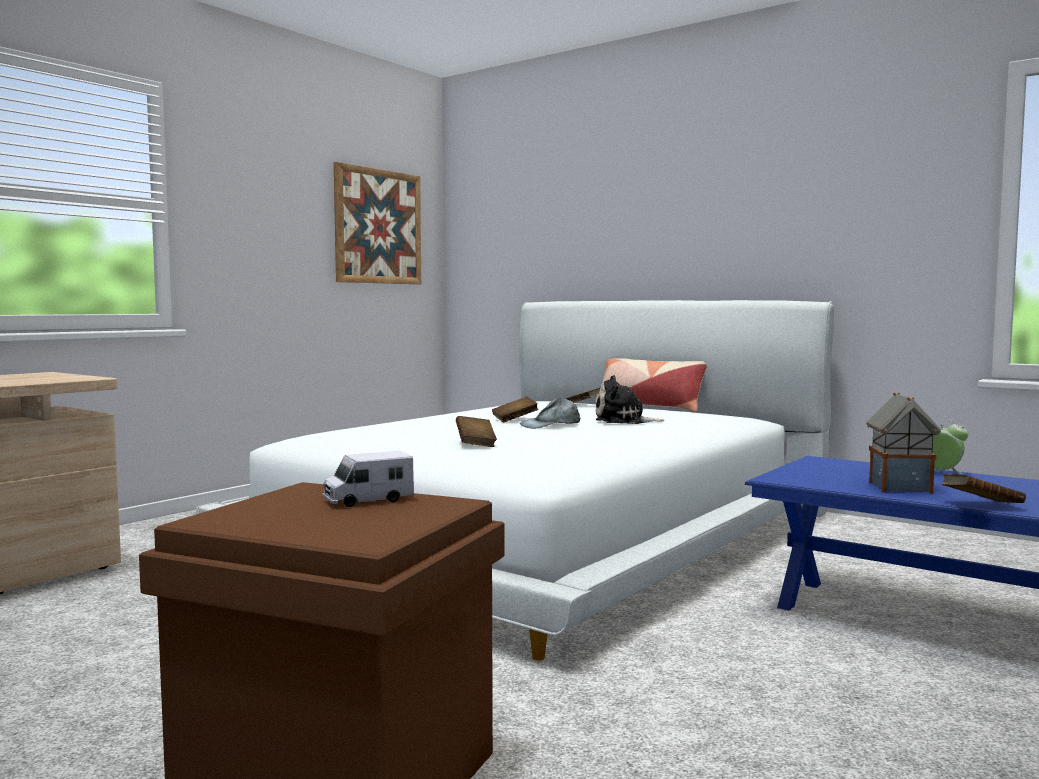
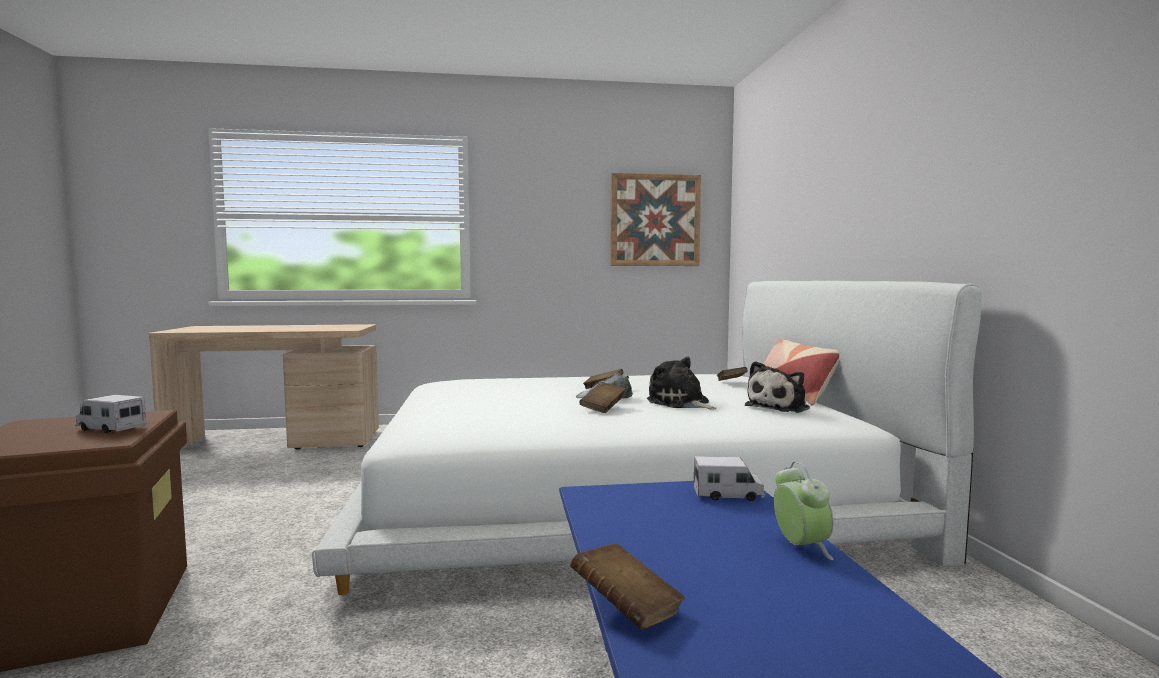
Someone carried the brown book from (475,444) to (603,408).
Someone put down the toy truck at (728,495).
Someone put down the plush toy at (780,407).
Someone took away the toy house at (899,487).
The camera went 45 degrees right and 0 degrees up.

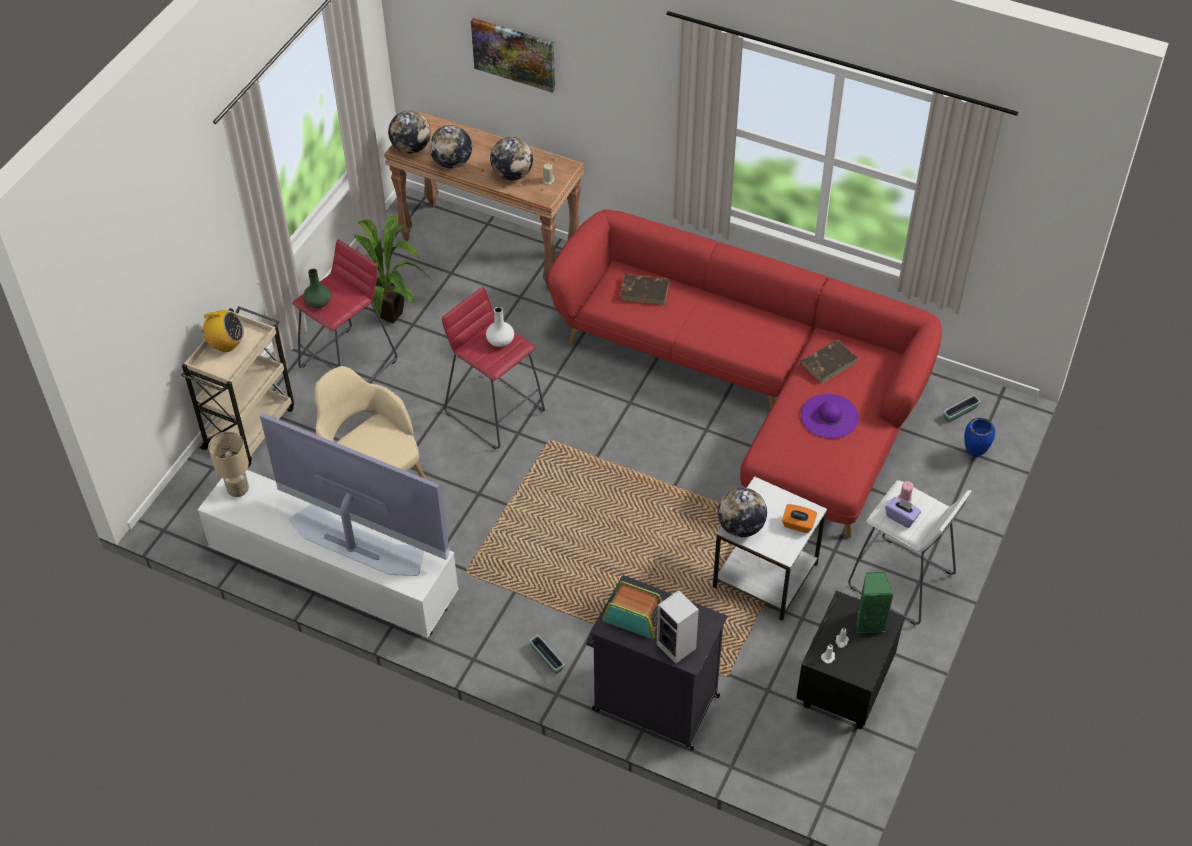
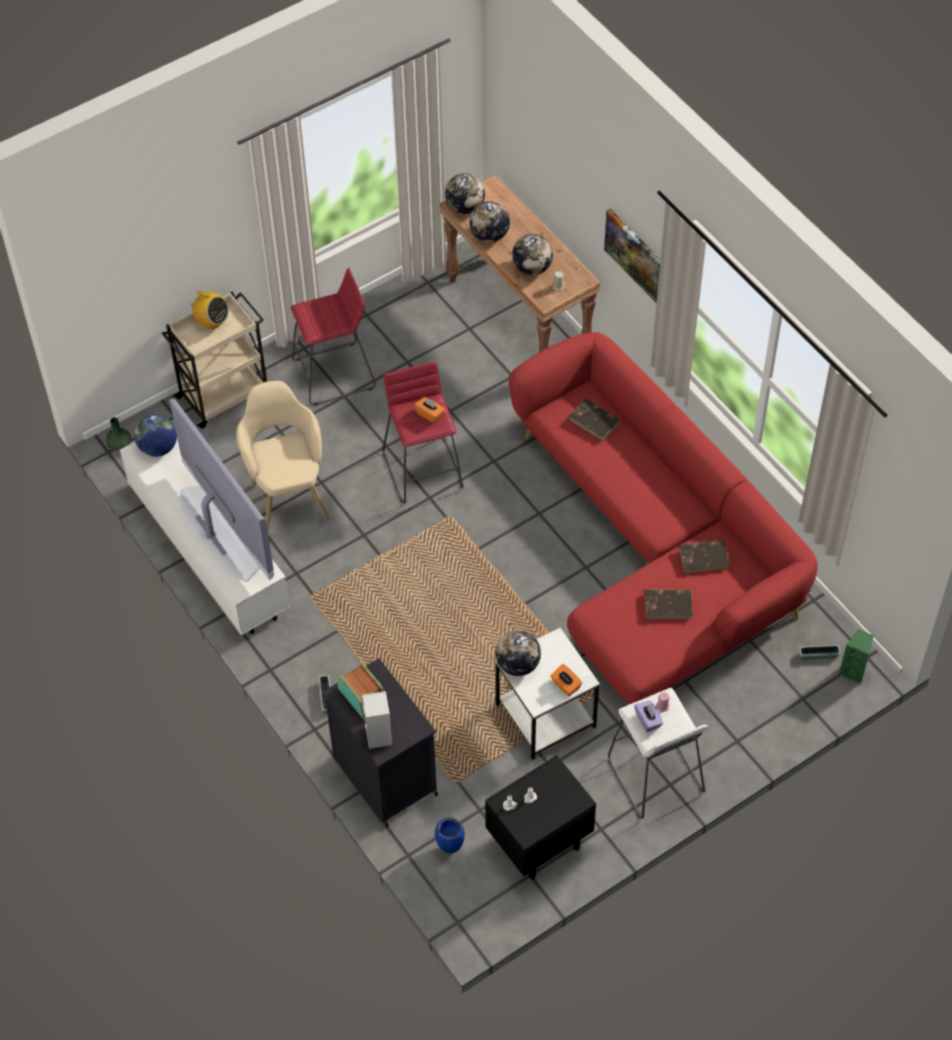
Someone carried the green vase from (318,303) to (119,444).
Someone swapped the beige table lamp at (238,490) for the globe at (158,448).
Someone swapped the white vase at (500,341) for the orange tissue box at (430,414).
Someone carried the blue vase from (974,455) to (449,849).
Someone carried the picture from (514,54) to (635,254).
Someone swapped the purple hat at (829,416) for the brown book at (668,605).
Someone carried the green speaker from (869,622) to (854,671).
Someone took away the potted plant at (394,312).
The camera went 30 degrees right and 5 degrees up.

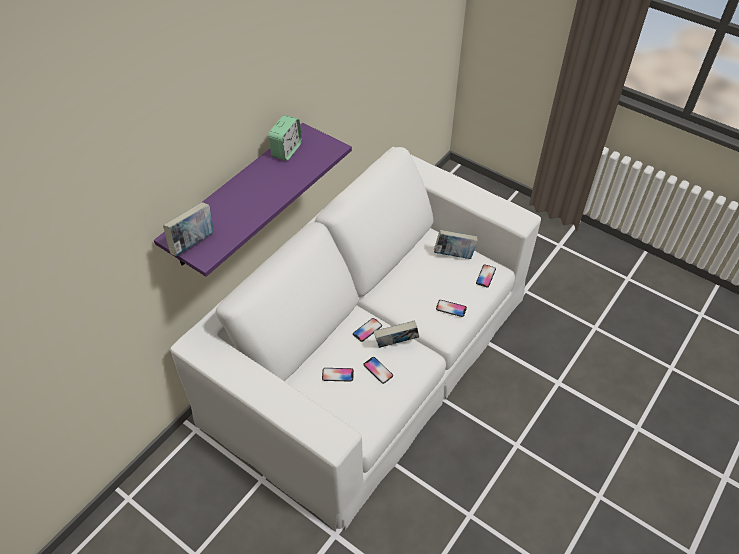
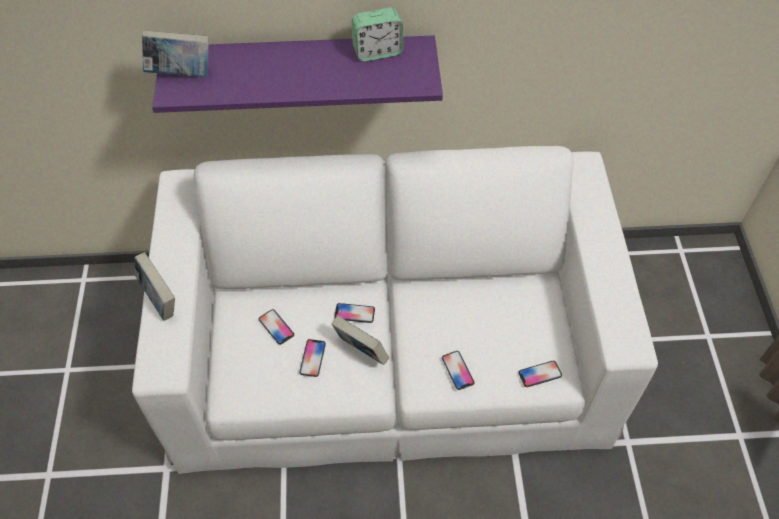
Someone carried the book from (454,255) to (159,300).
The camera went 50 degrees right and 5 degrees up.

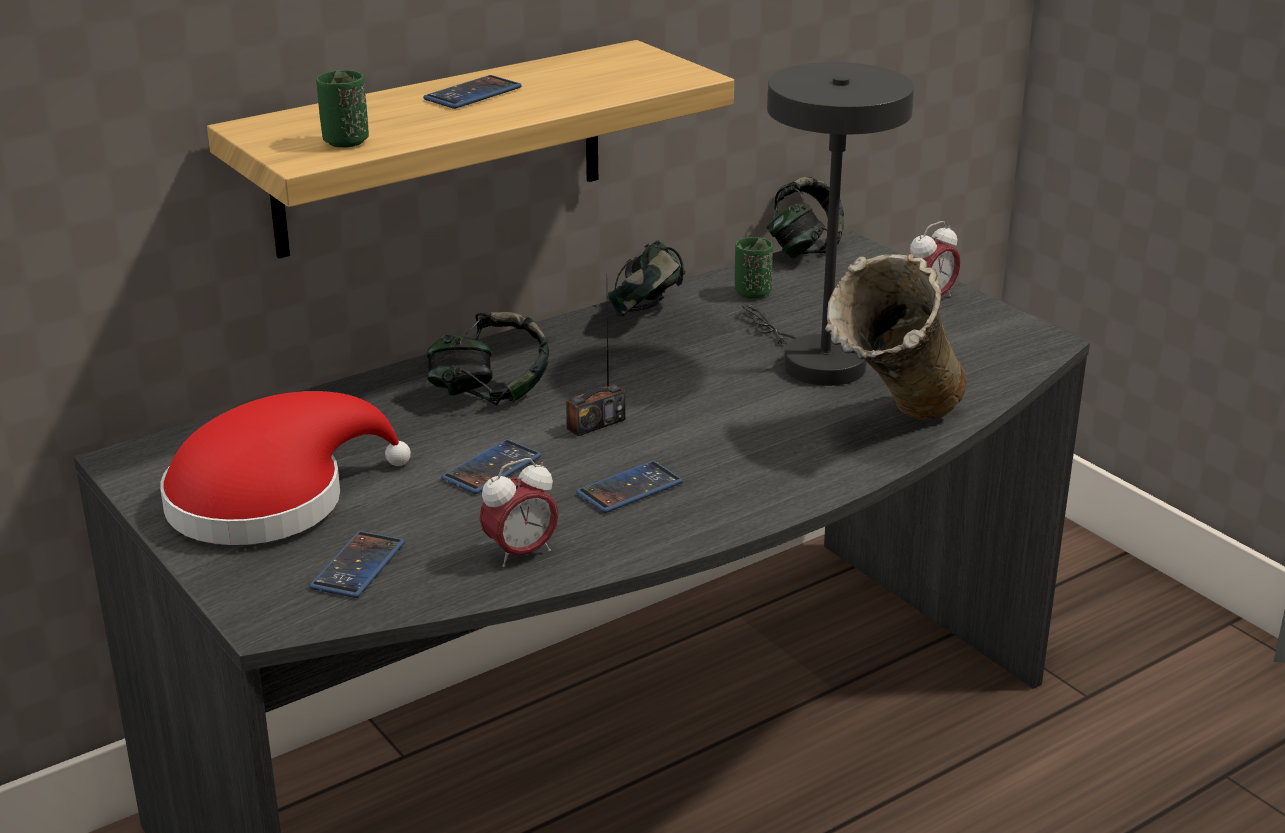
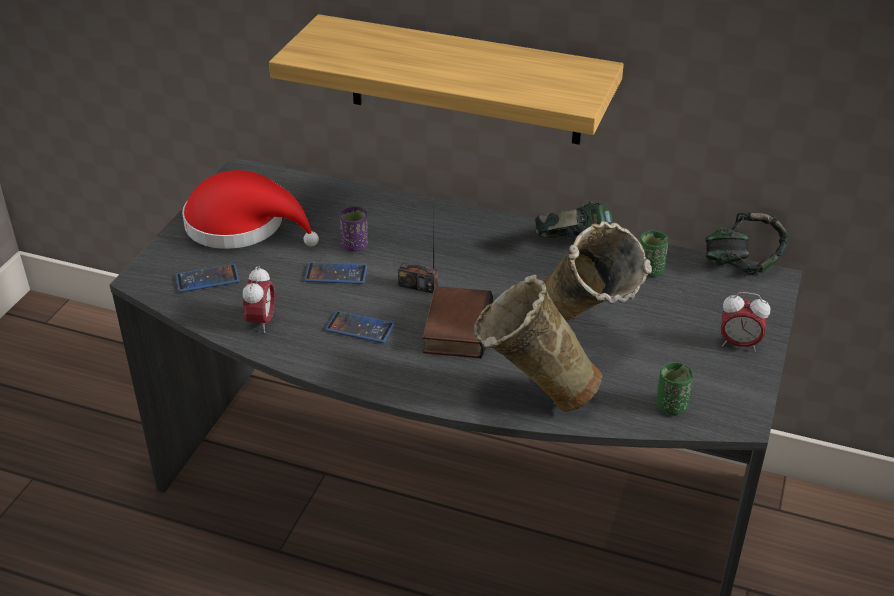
Someone rotated the alarm clock at (520,554) by 105 degrees counterclockwise.
Someone put down the purple cup at (355,245).
Someone put down the book at (455,328).
Someone swapped the grey table lamp at (813,361) for the beige vase at (586,331).
Someone carried the green cup from (345,142) to (671,406).
Someone took away the phone at (472,94).
Someone took away the headphones at (490,394).
The camera went 55 degrees right and 10 degrees up.

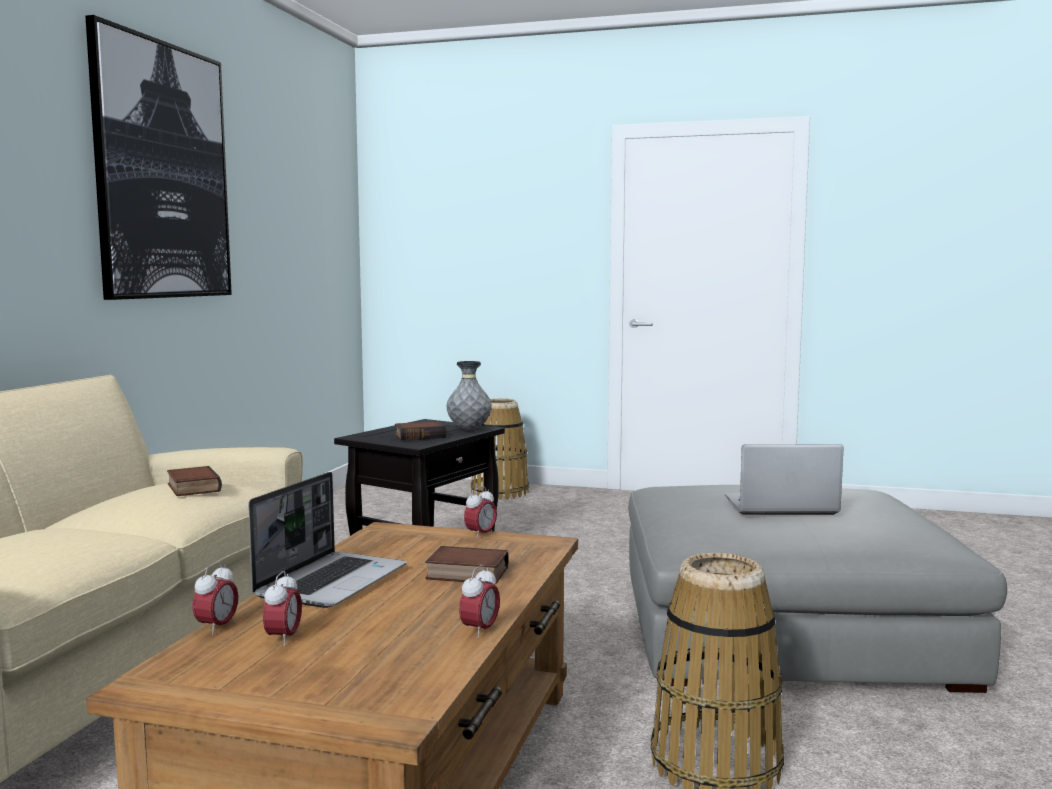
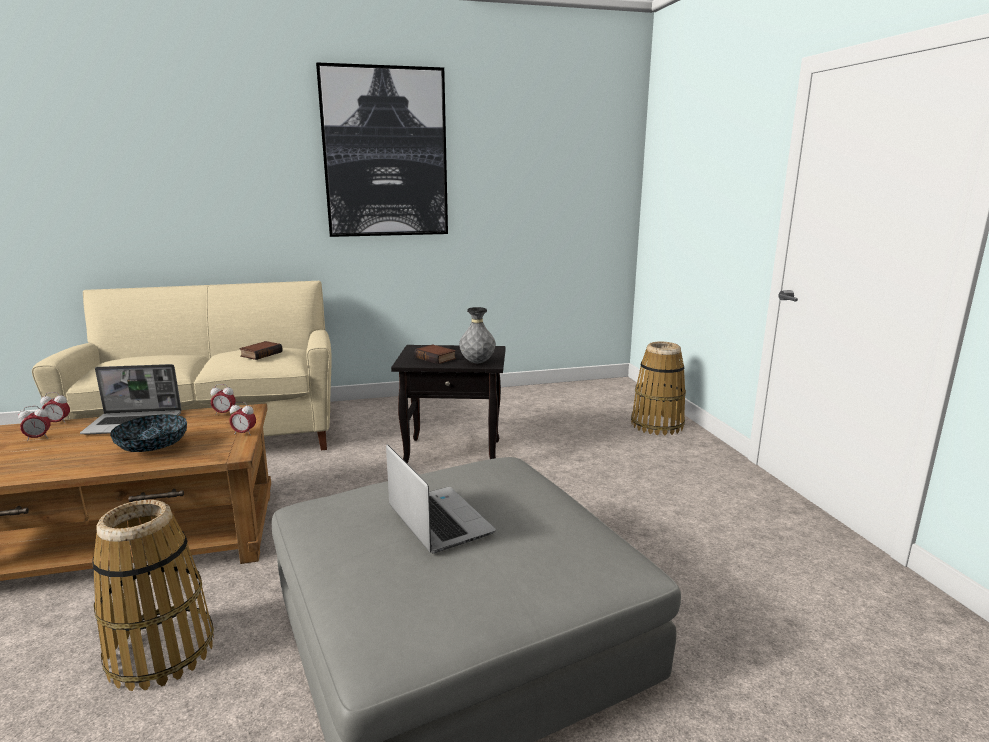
Someone swapped the book at (465,574) for the bowl at (153,448).
Someone carried the alarm clock from (480,631) to (224,413).
The camera went 60 degrees right and 10 degrees up.

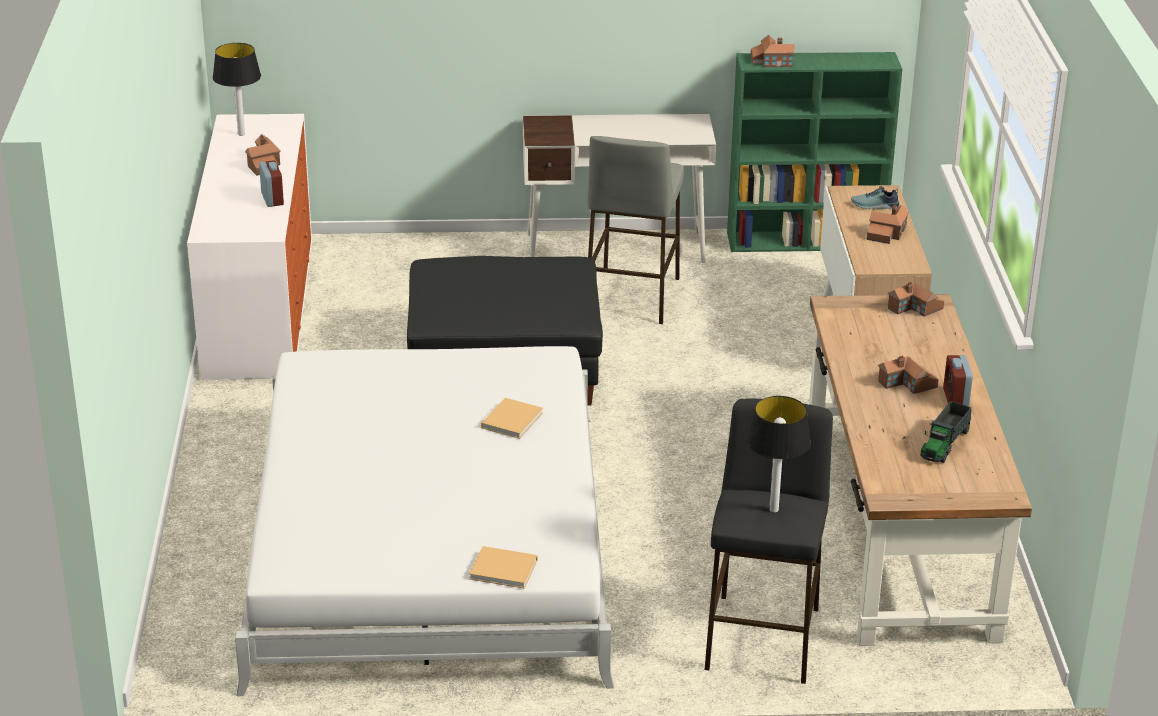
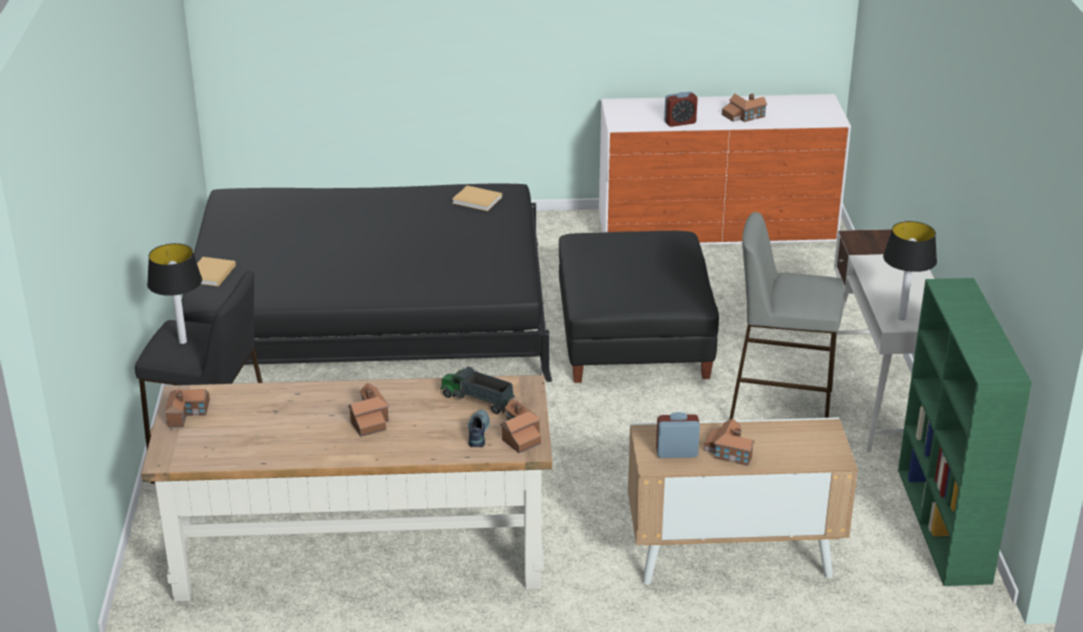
Someone carried the toy house from (771,61) to (188,413).
Someone repainted the white bed at (429,544), which became the black bed at (369,312).
Someone carried the toy truck from (944,444) to (477,400).
Someone carried the beige book from (513,419) to (478,200).
Someone carried the shoe from (874,206) to (477,432).
Someone carried the alarm clock from (955,399) to (676,452).
Someone carried the table lamp from (241,134) to (901,318).
The camera went 90 degrees right and 0 degrees up.

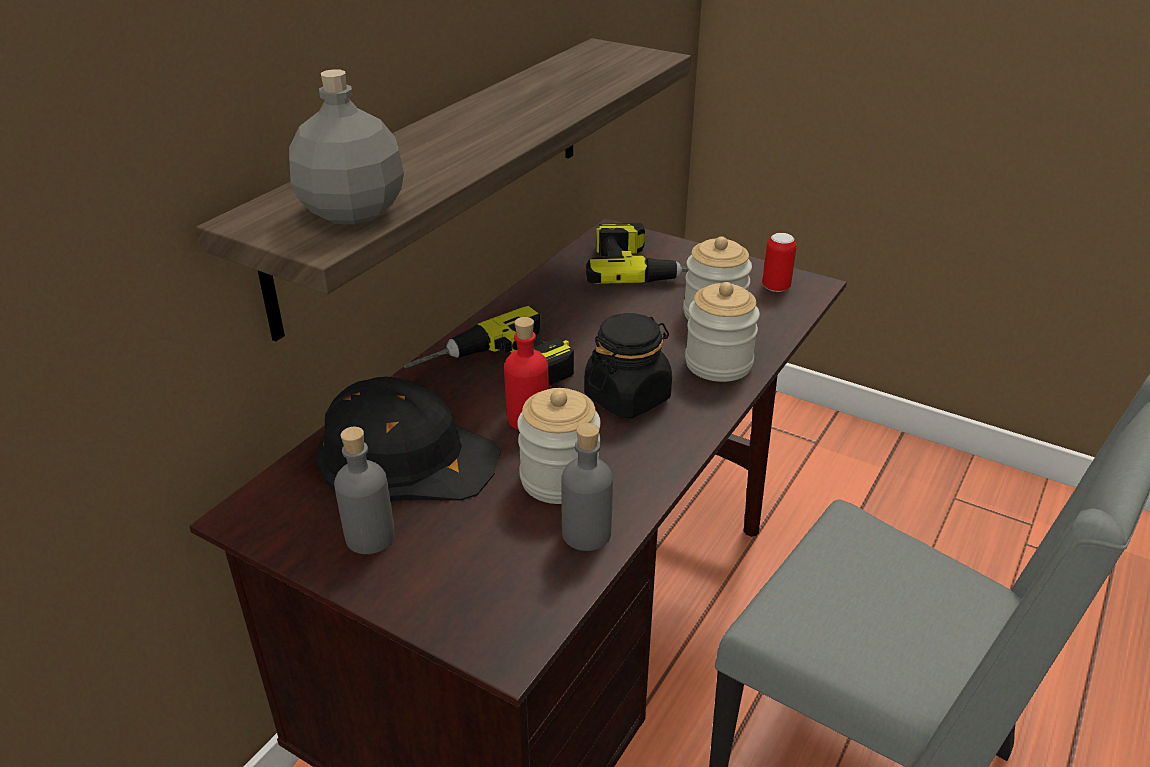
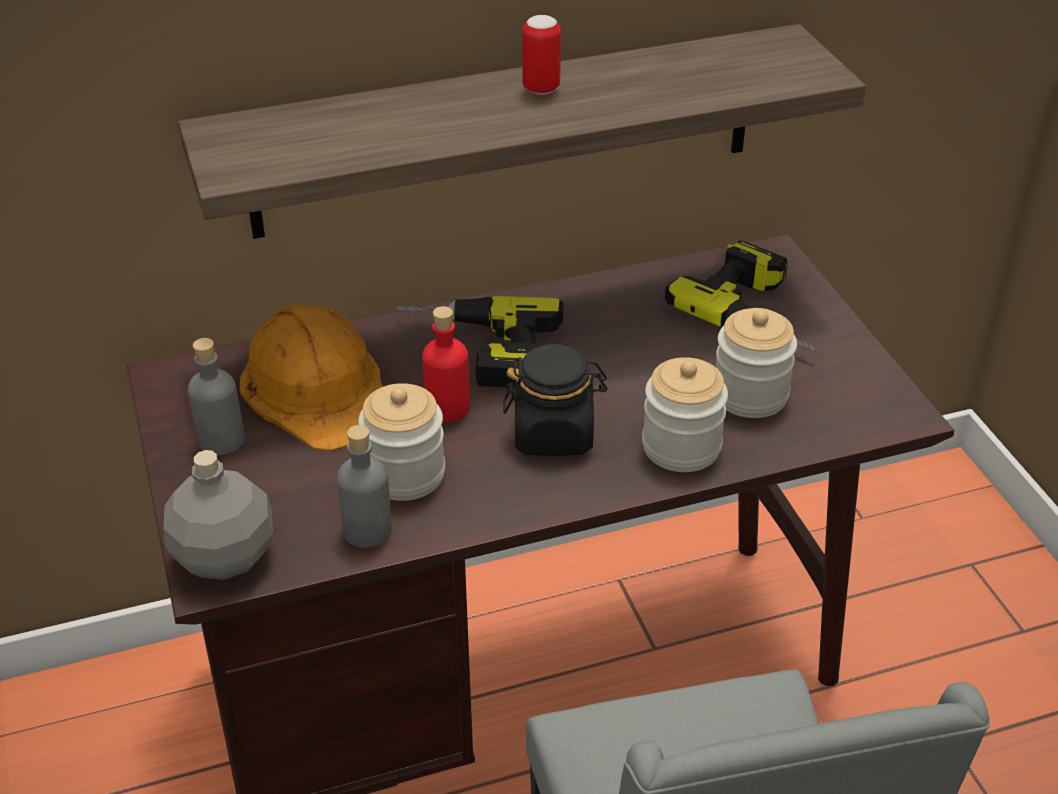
Someone carried the grey bottle from (353,210) to (226,556).
Someone repainted the black hard hat at (405,456), which became the orange hard hat at (319,389).
Someone carried the can from (776,287) to (541,88).
The camera went 40 degrees right and 5 degrees up.

